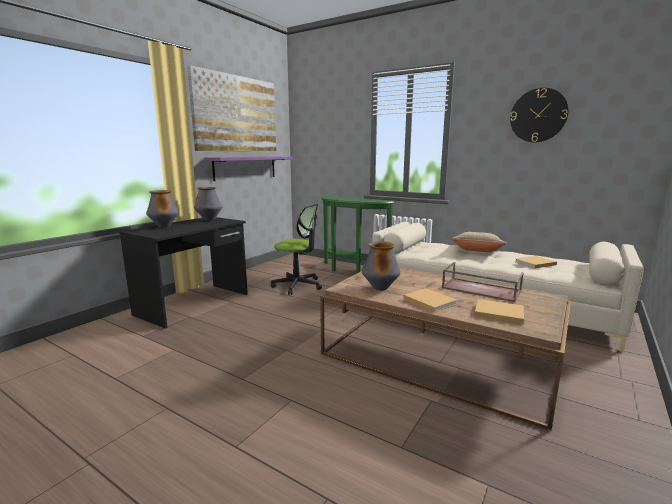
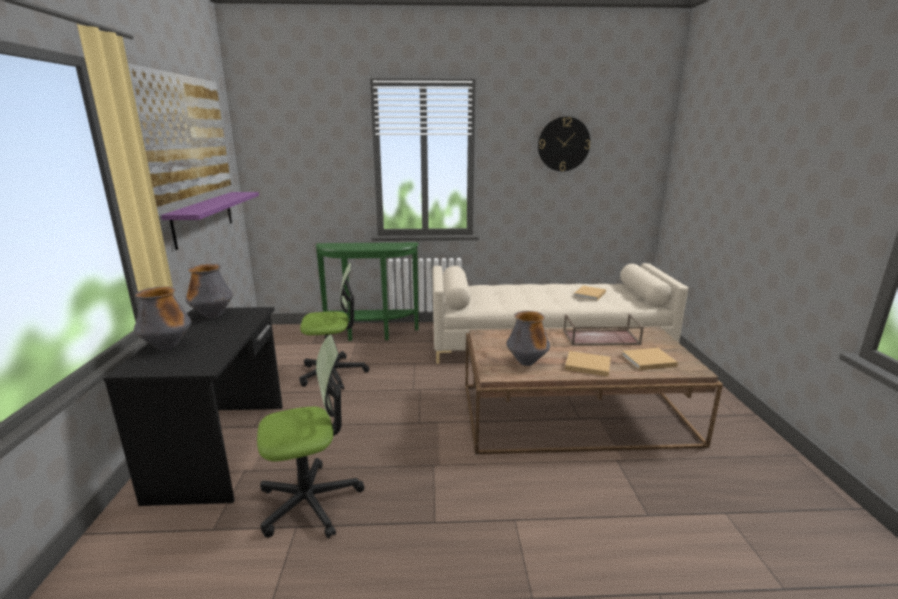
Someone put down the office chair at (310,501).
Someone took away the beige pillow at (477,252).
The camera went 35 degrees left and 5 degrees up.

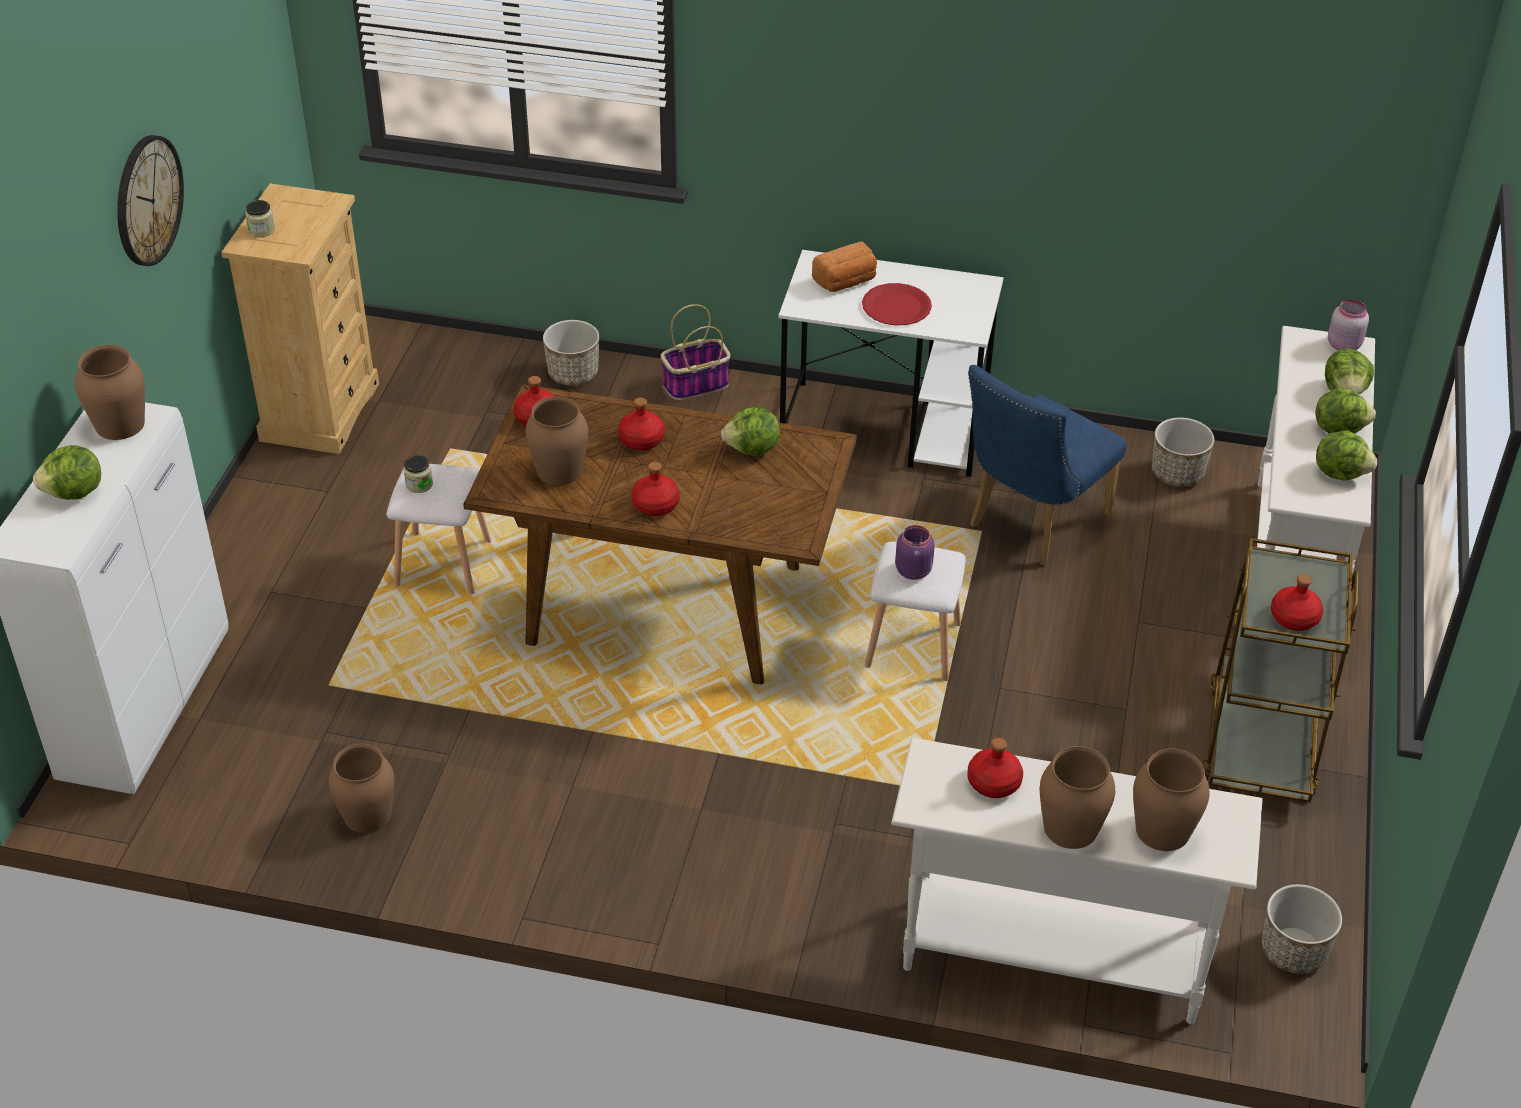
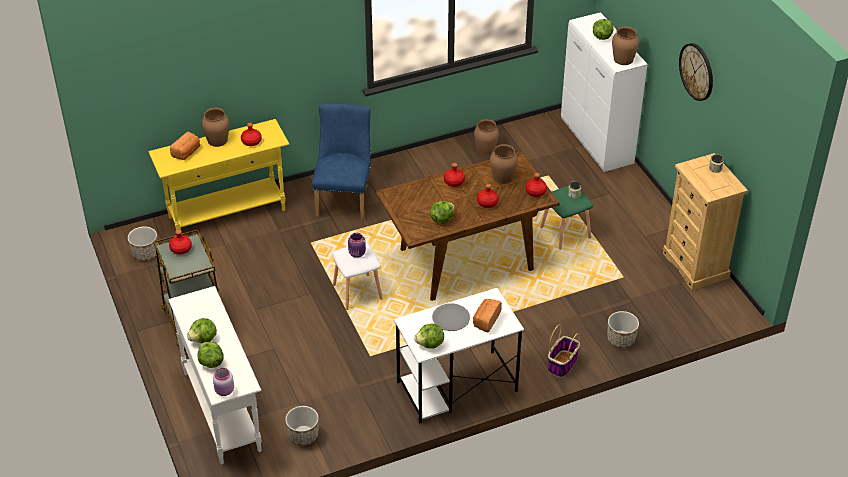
Someone repainted the white console table at (1051,957), which became the yellow console table at (227,214).
Someone swapped the brown vase at (1163,830) for the bread at (187,152).
Someone carried the blue chair from (1031,523) to (344,198).
Someone carried the lettuce from (1340,472) to (430,344).
Someone repainted the red plate at (896,306), which became the grey plate at (451,318).
Someone repainted the white stool at (442,562), which became the green stool at (566,233).
The camera went 145 degrees right and 0 degrees up.

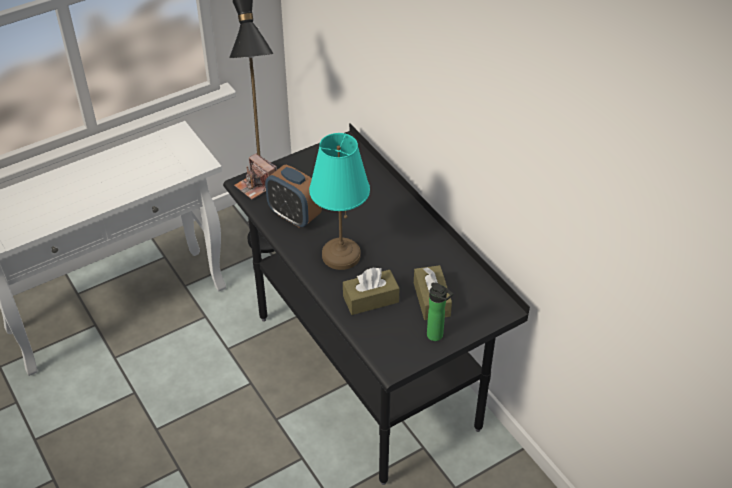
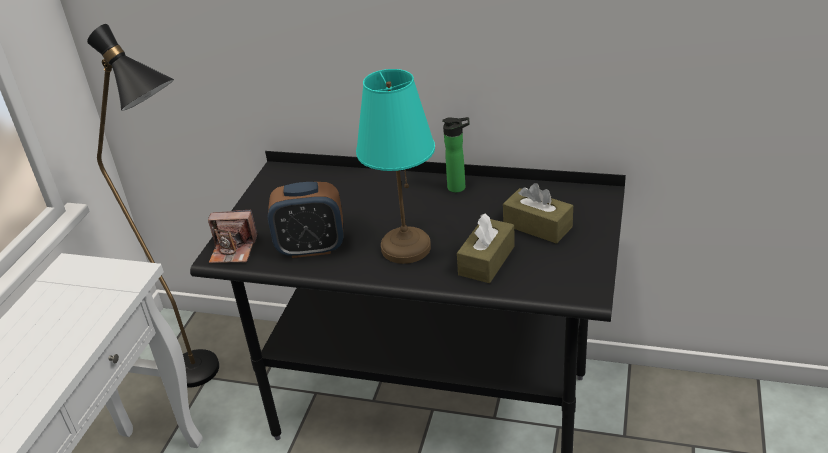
Someone carried the bottle from (437,336) to (459,187).
The camera went 40 degrees left and 10 degrees down.

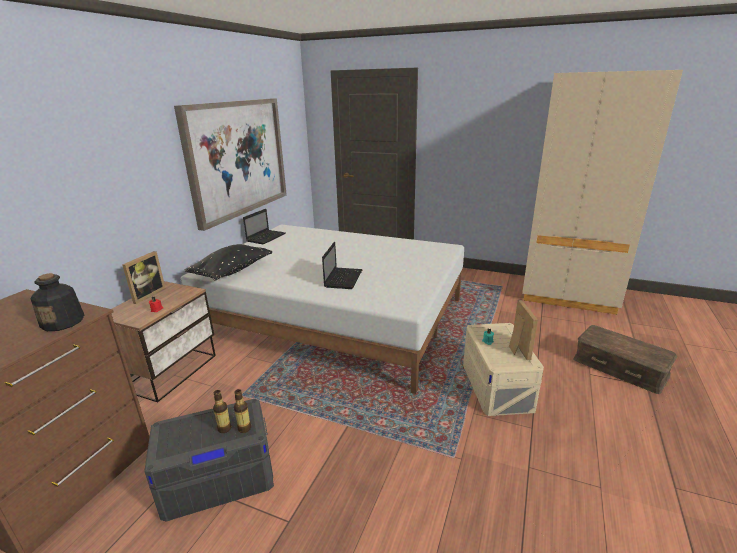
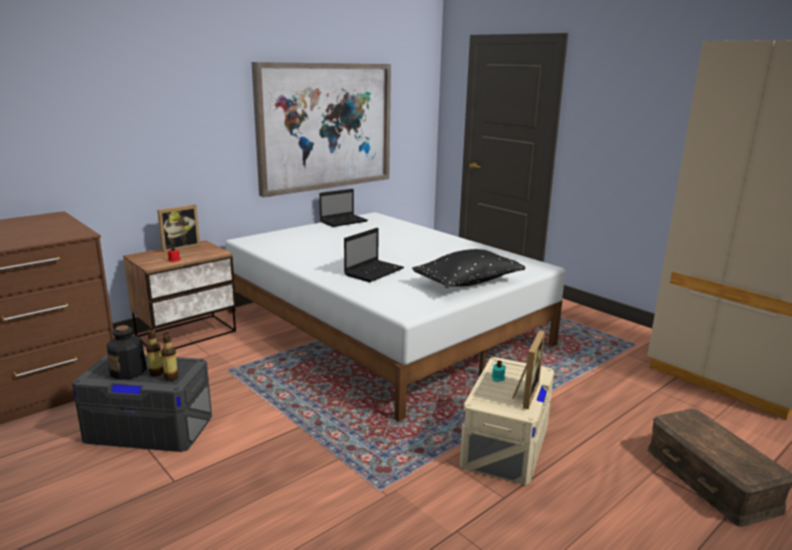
Someone carried the bottle from (63,322) to (128,371).
Someone carried the black pillow from (232,271) to (468,283).
The camera went 25 degrees right and 5 degrees down.

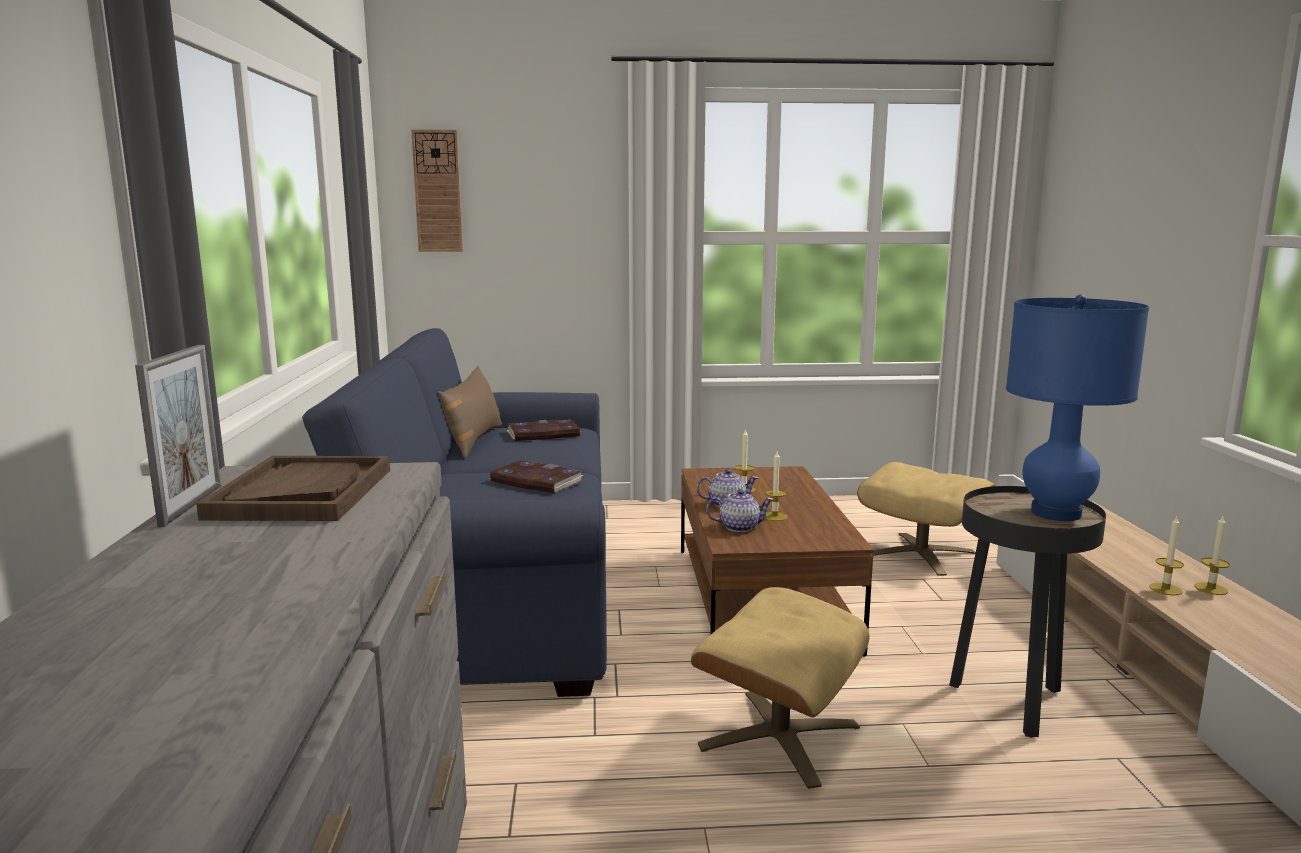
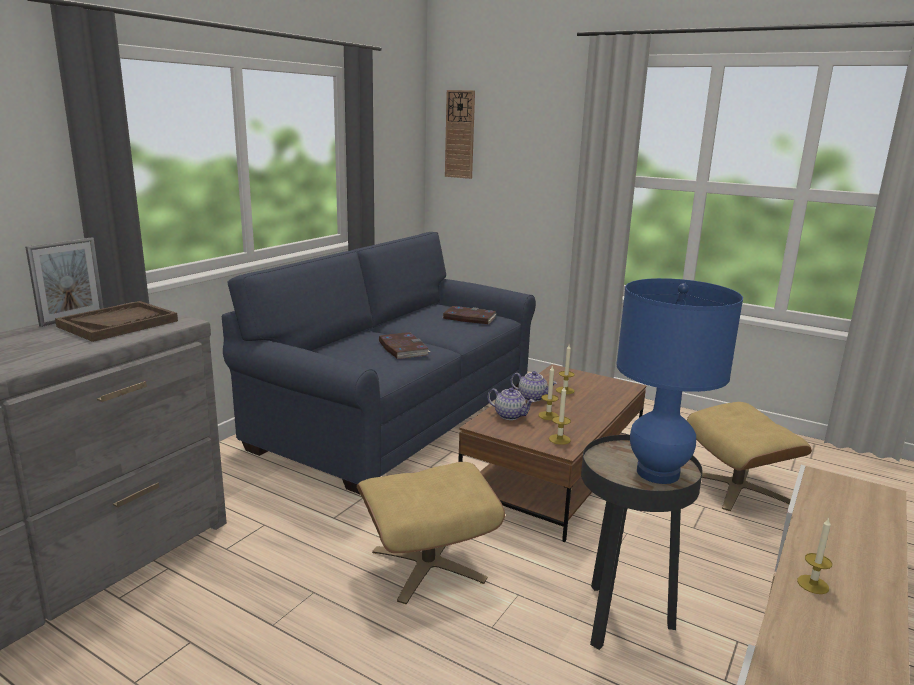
Someone carried the candle from (1211,589) to (559,439).
Someone took away the brown pillow at (473,440).
The camera went 35 degrees right and 5 degrees up.

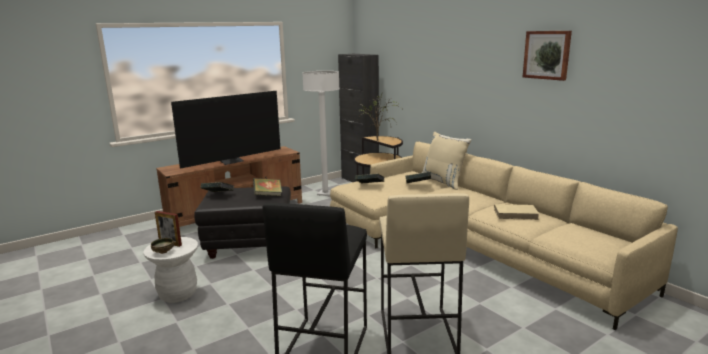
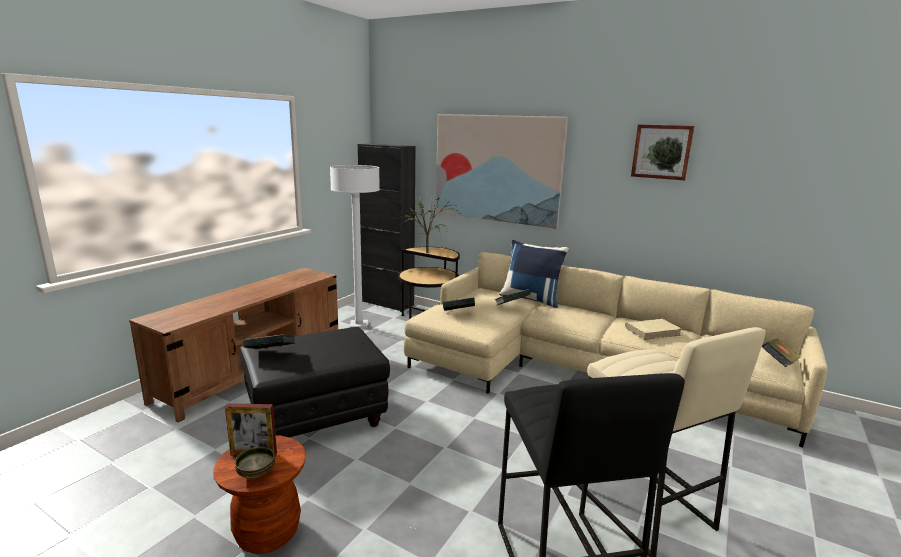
Someone repainted the white stool at (178,294), which became the brown stool at (267,533).
Someone put up the picture at (496,169).
Someone repainted the beige pillow at (444,182), which became the blue pillow at (531,299).
Someone carried the book from (268,195) to (778,364).
Someone took away the television at (231,161).
The camera went 25 degrees left and 0 degrees up.

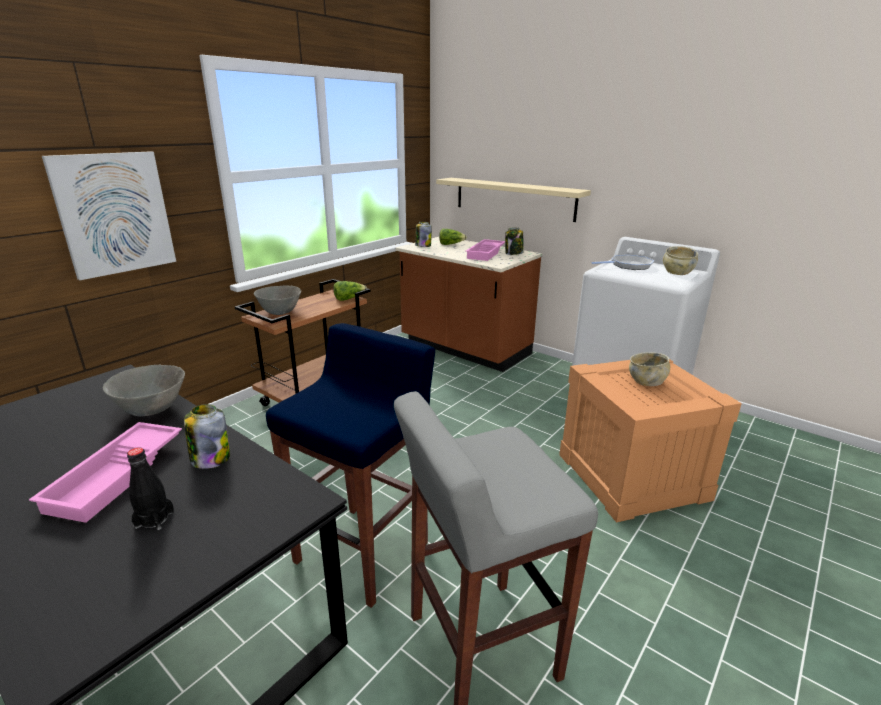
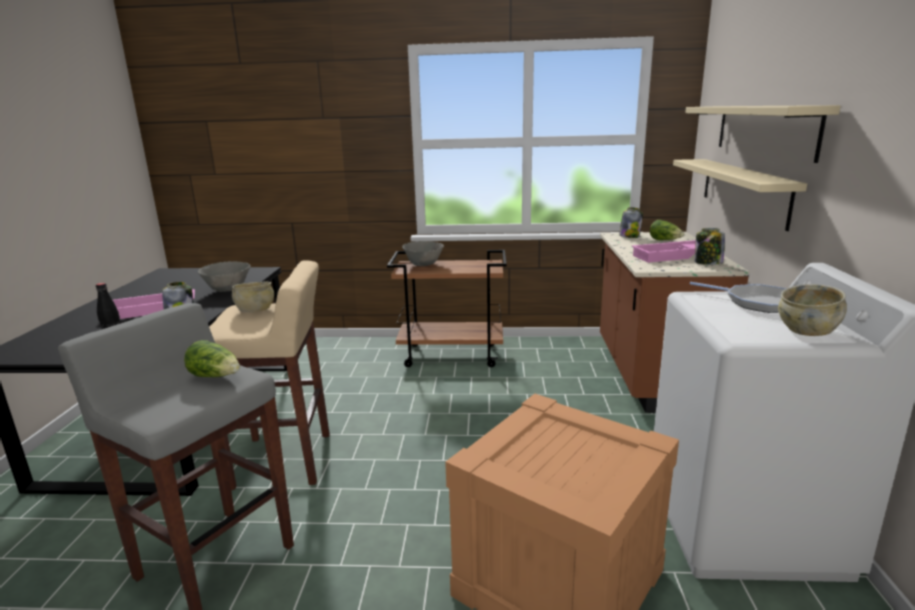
Someone carried the lettuce from (349,298) to (216,376).
Someone repainted the blue stool at (363,551), which became the beige stool at (284,460).
Someone carried the beige bowl from (646,381) to (255,310).
Someone put up the beige shelf at (764,129).
Someone took away the picture at (114,214).
The camera went 55 degrees right and 5 degrees down.

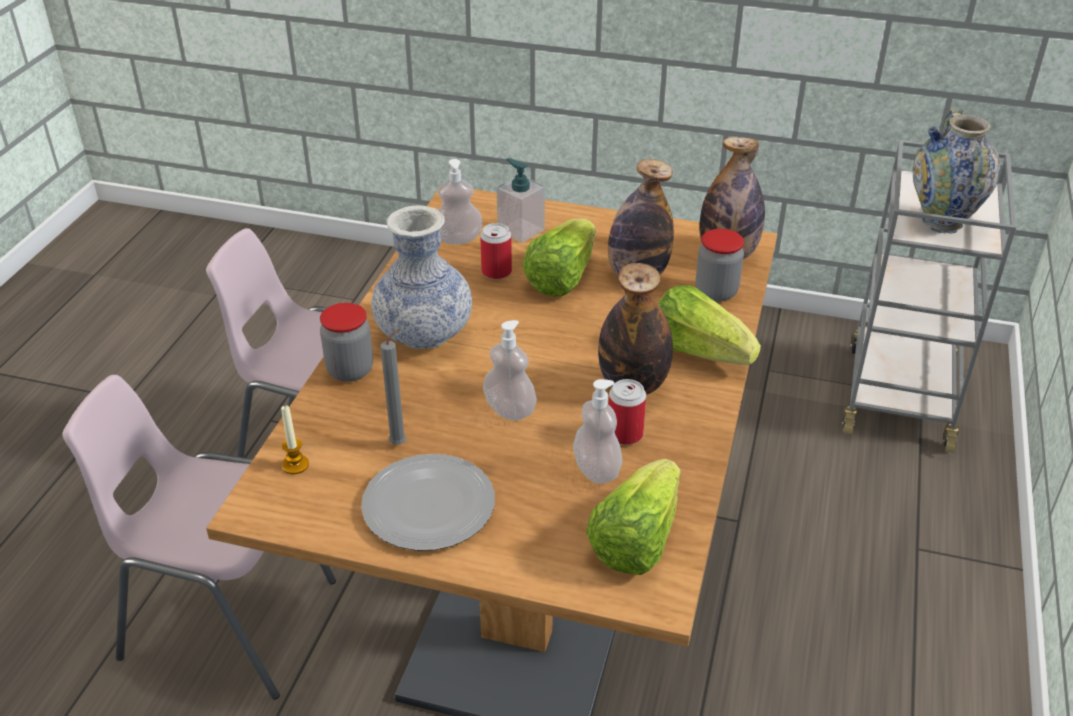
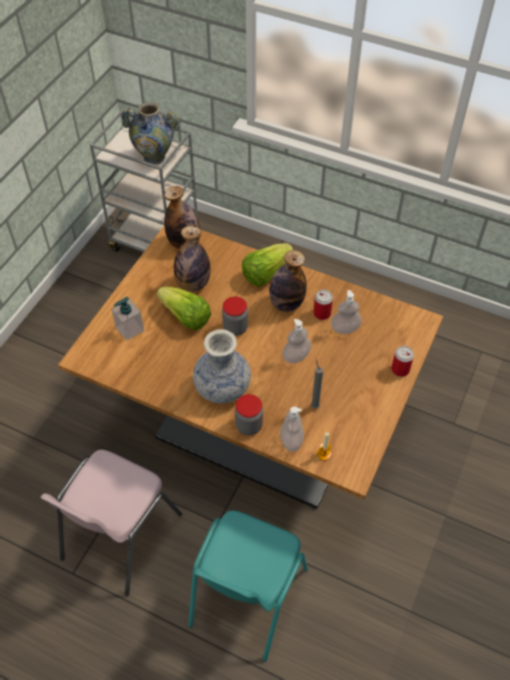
Someone repainted the pink chair at (227,619), which became the turquoise chair at (246,597).
Someone carried the jar from (716,292) to (235,328).
Someone carried the soap dispenser from (458,239) to (291,440).
Someone carried the can from (496,272) to (400,369).
Someone took away the plate at (427,507).
Someone took away the lettuce at (636,540).
The camera went 80 degrees left and 15 degrees up.

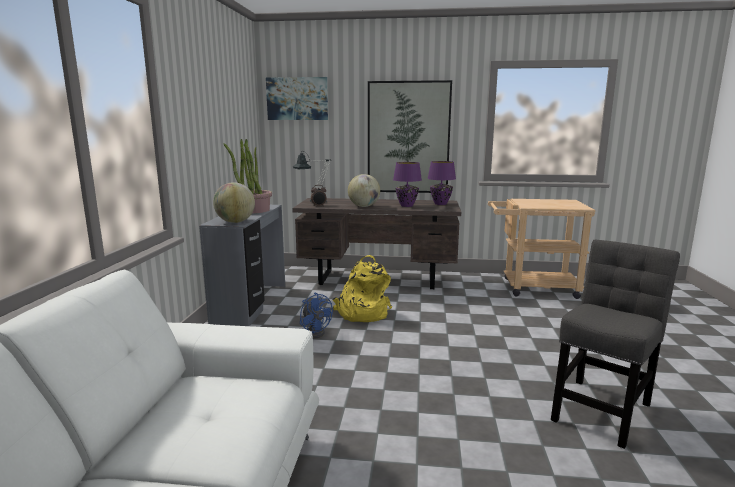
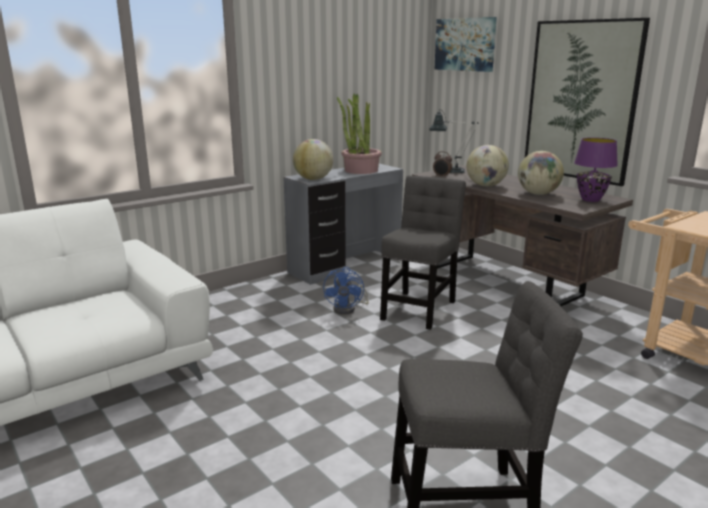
Someone swapped the yellow backpack at (362,313) for the grey chair at (419,308).
Someone swapped the purple table lamp at (406,206) for the globe at (538,194).
The camera went 45 degrees right and 5 degrees up.

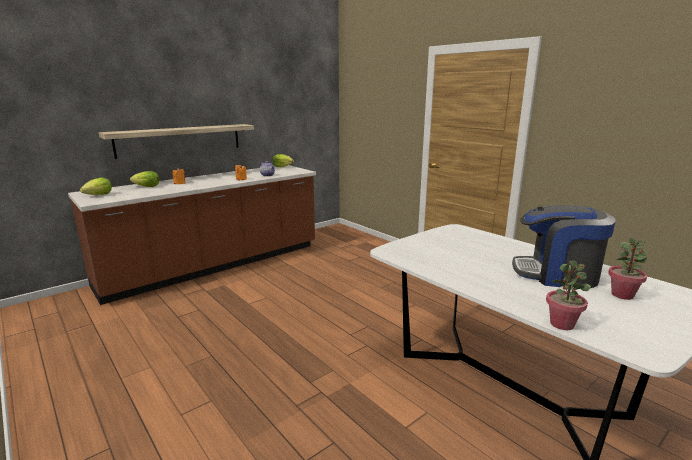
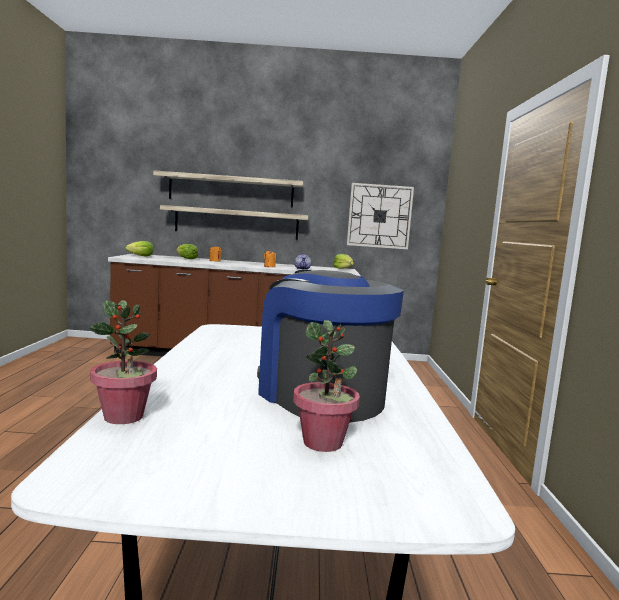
Someone put up the shelf at (231,190).
Someone put up the wall clock at (379,216).
The camera went 40 degrees right and 10 degrees down.

